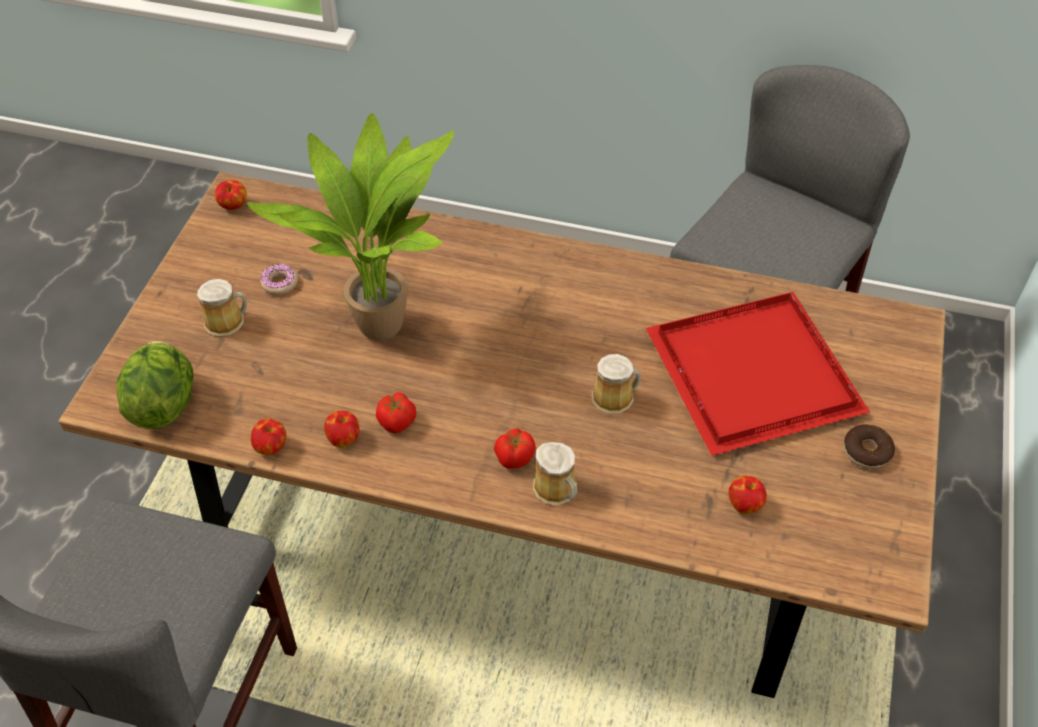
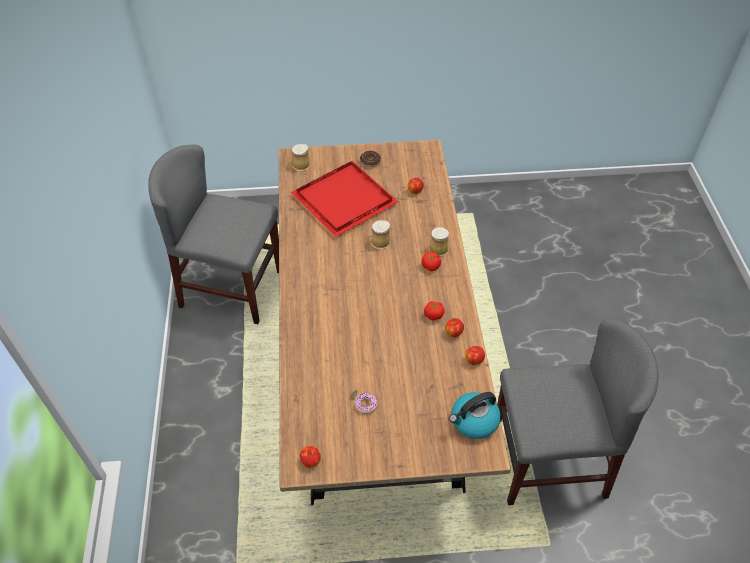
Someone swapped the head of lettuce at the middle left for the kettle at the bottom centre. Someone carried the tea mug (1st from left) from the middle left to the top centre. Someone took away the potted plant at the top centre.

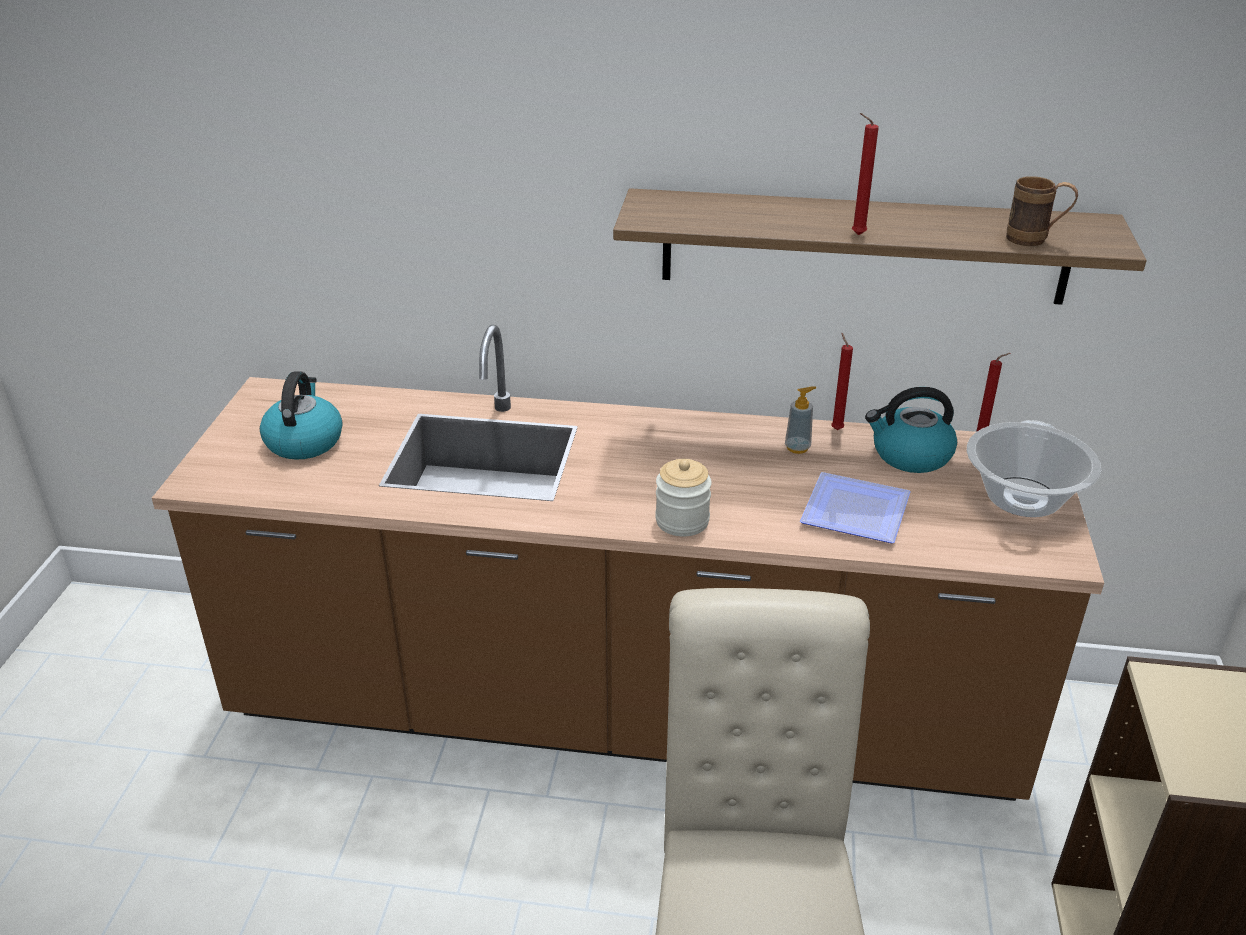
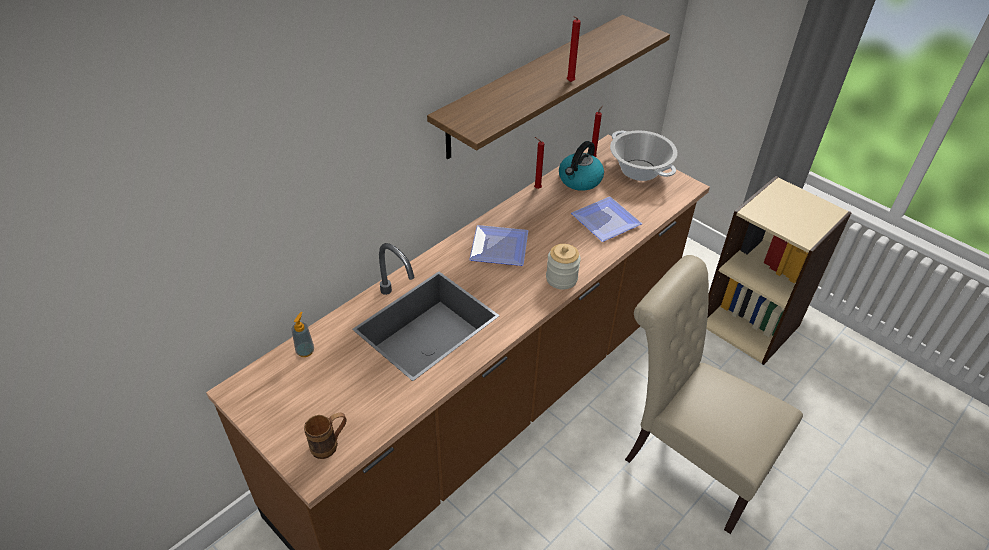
Someone took away the kettle (1st from left) at the middle left. Someone carried the liquid soap bottle from the centre to the middle left. Someone carried the brownish tea mug from the top right to the bottom left. Someone put down the flat dish (1st from left) at the centre.

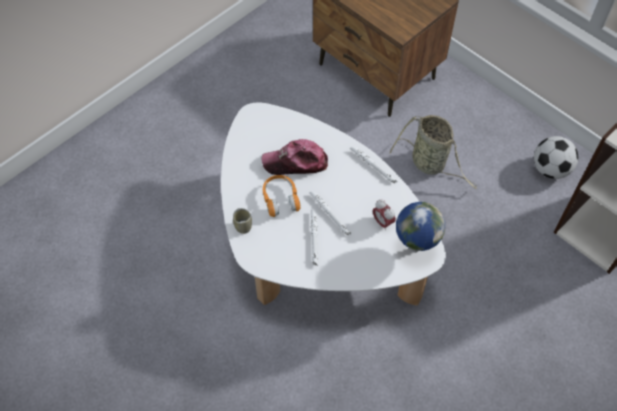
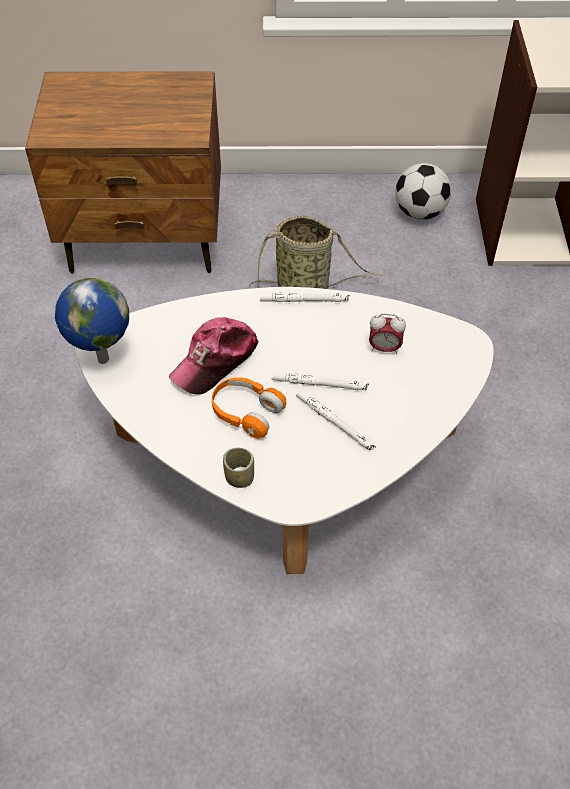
Someone carried the world globe from the middle right to the middle left.

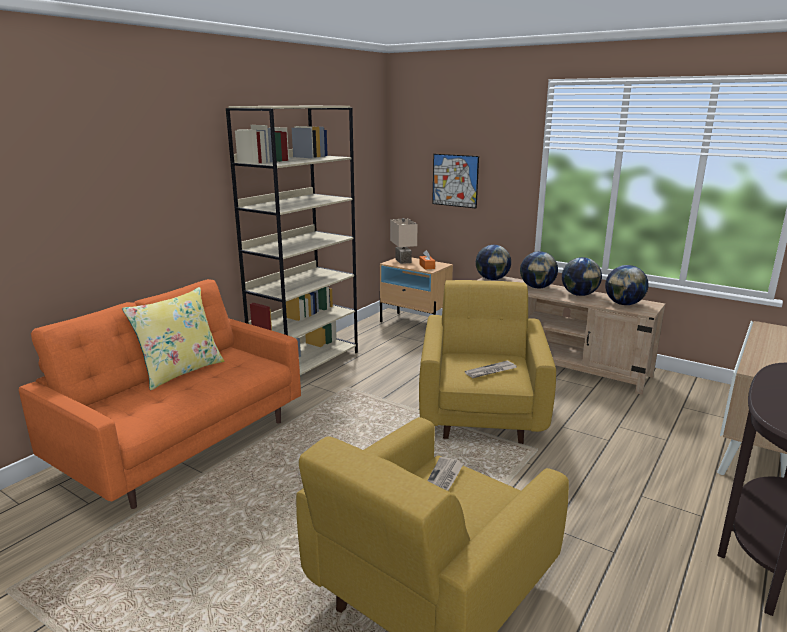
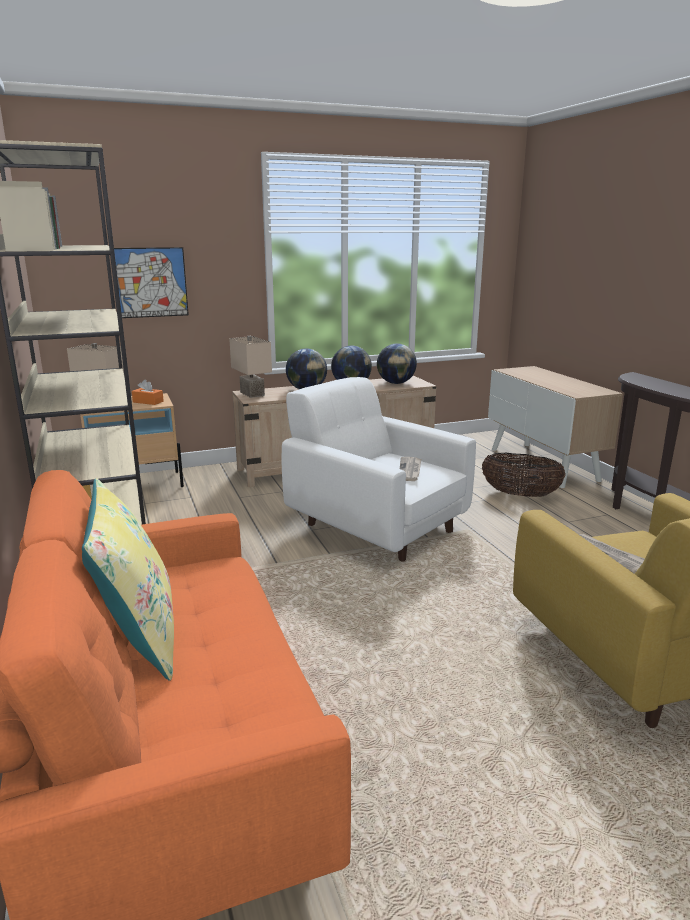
Someone repainted the yellow lounge chair (2nd from left) at the centre, which became the white lounge chair at the centre. Someone swapped the world globe (1st from left) at the centre for the beige-coloured lamp for a table (2nd from left) at the centre. Someone put down the household basket at the middle right.

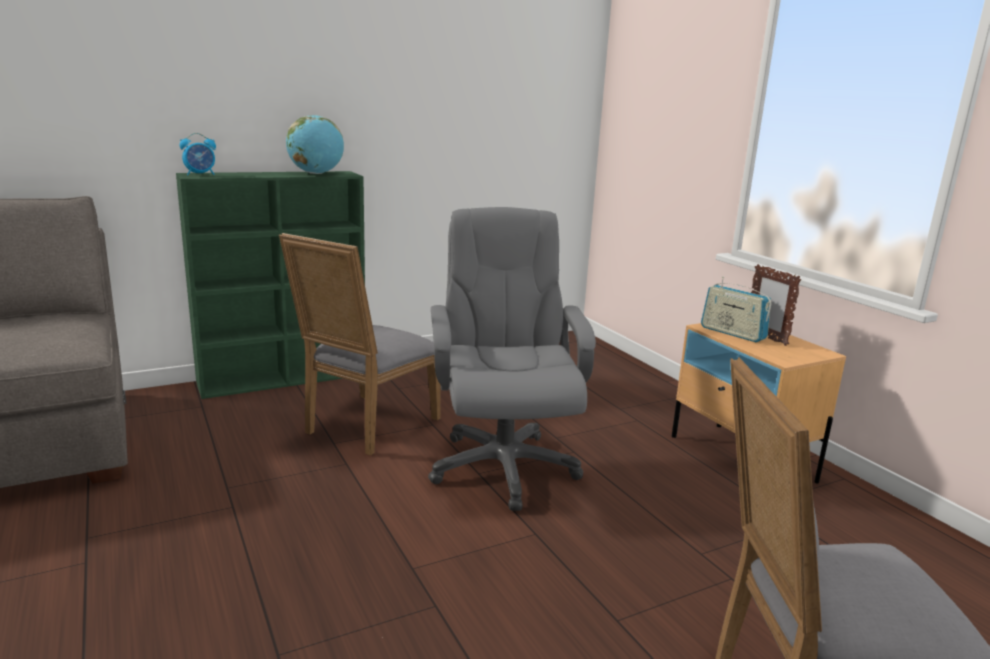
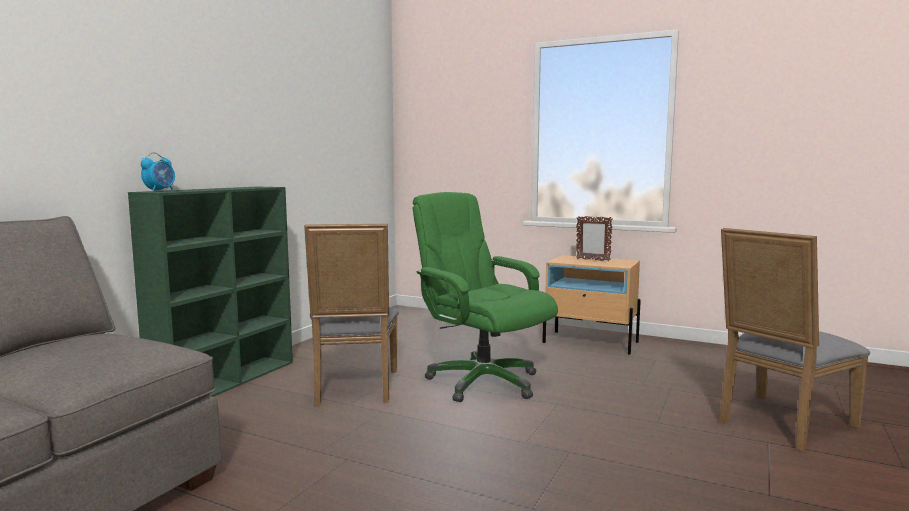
Someone took away the world globe at the top left. Someone repainted the greyish desk chair at the centre, which became the green desk chair at the centre. Someone took away the radio receiver at the middle right.

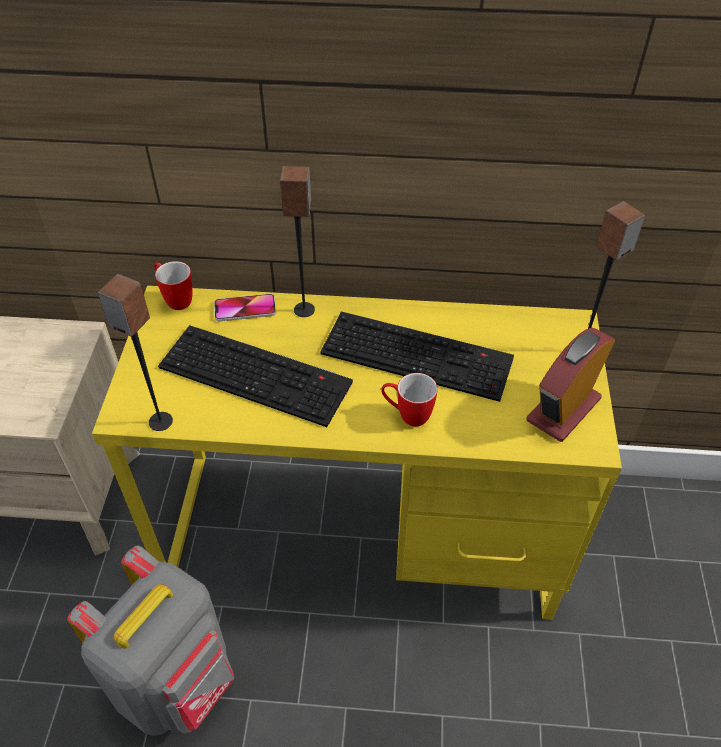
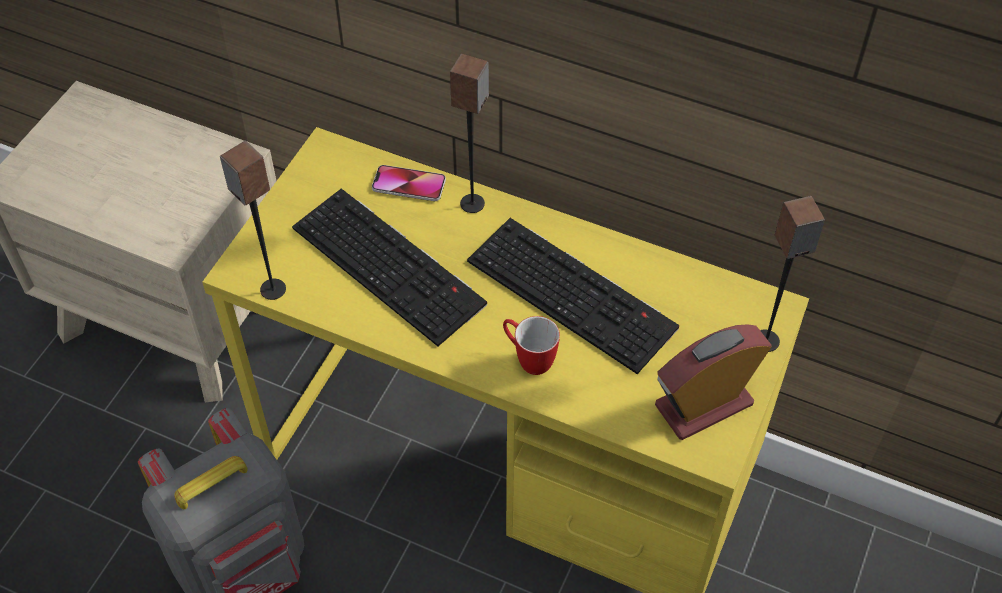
Someone took away the tea mug (1st from left) at the middle left.

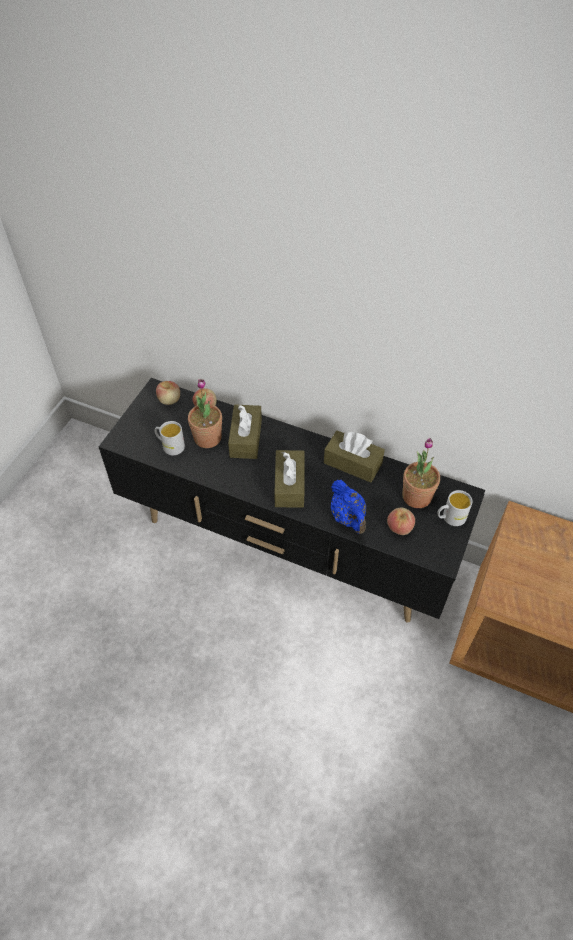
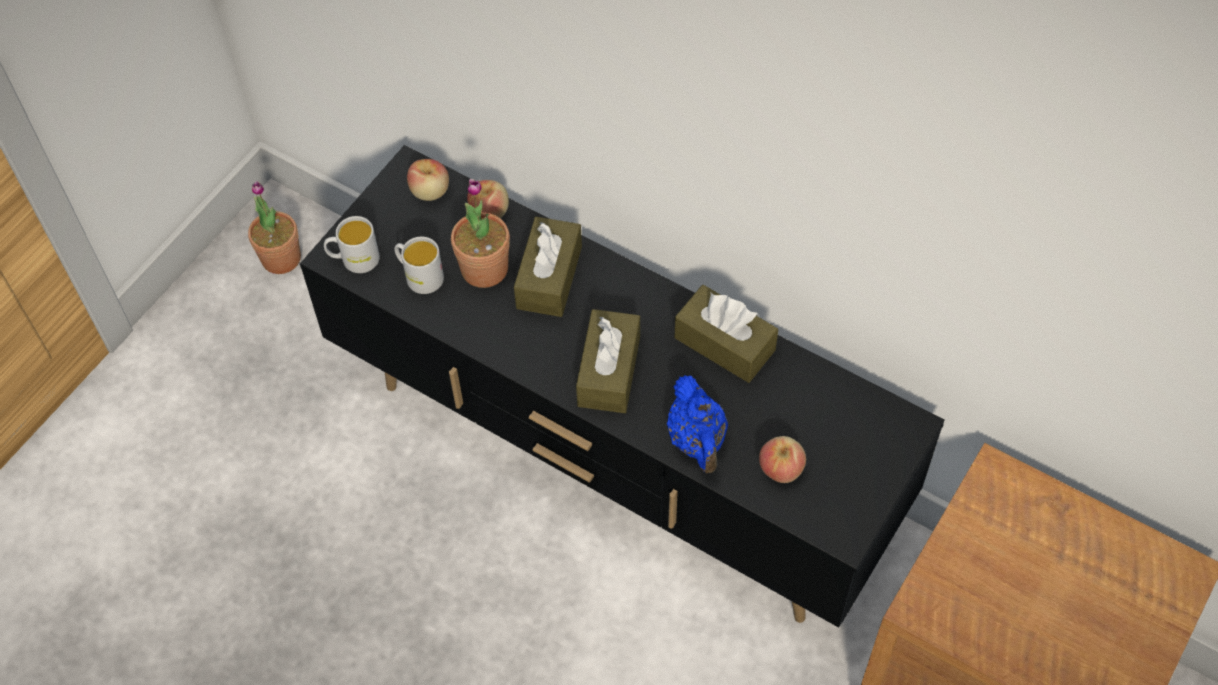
Someone carried the potted plant (2nd from left in the first image) from the middle right to the top left. Someone carried the white tea mug (2nd from left in the first image) from the middle right to the middle left.

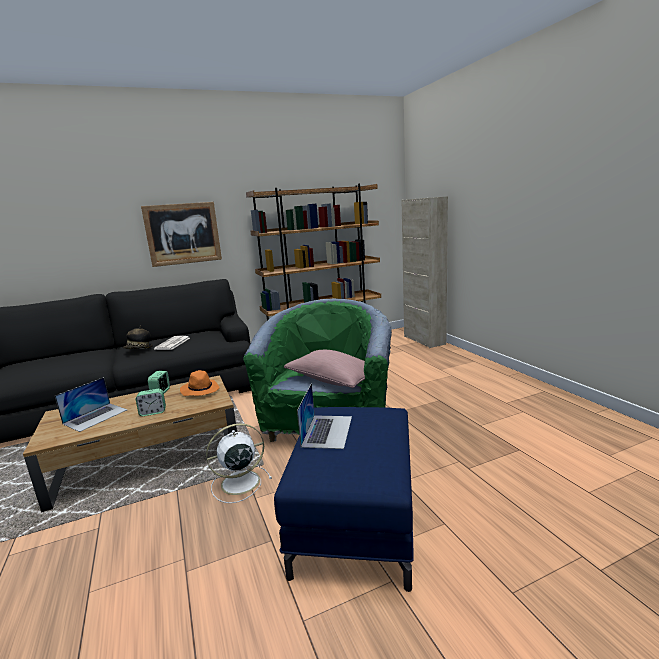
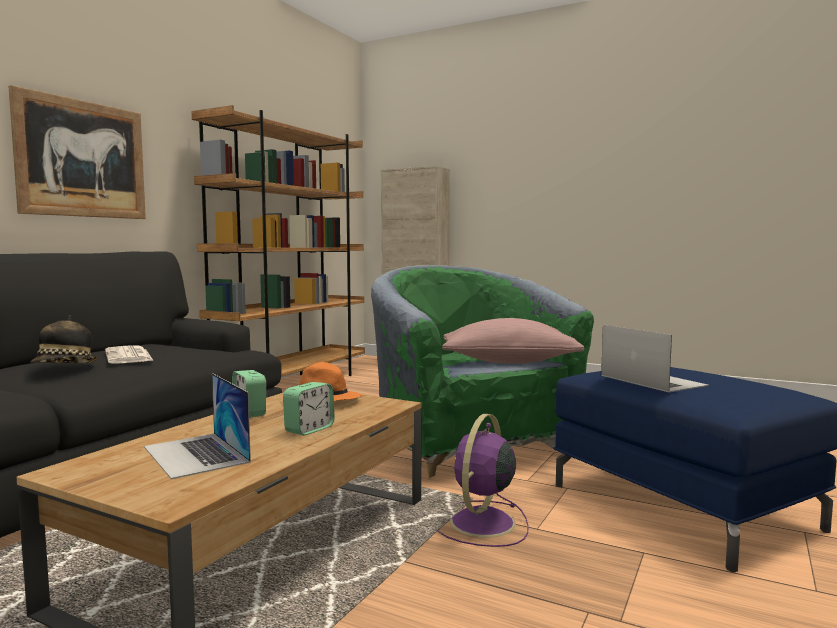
Someone rotated the portable computer (1st from left) at the middle left by 150 degrees clockwise. Someone repainted the white cooling fan at the bottom centre, which became the purplish cooling fan at the bottom centre.

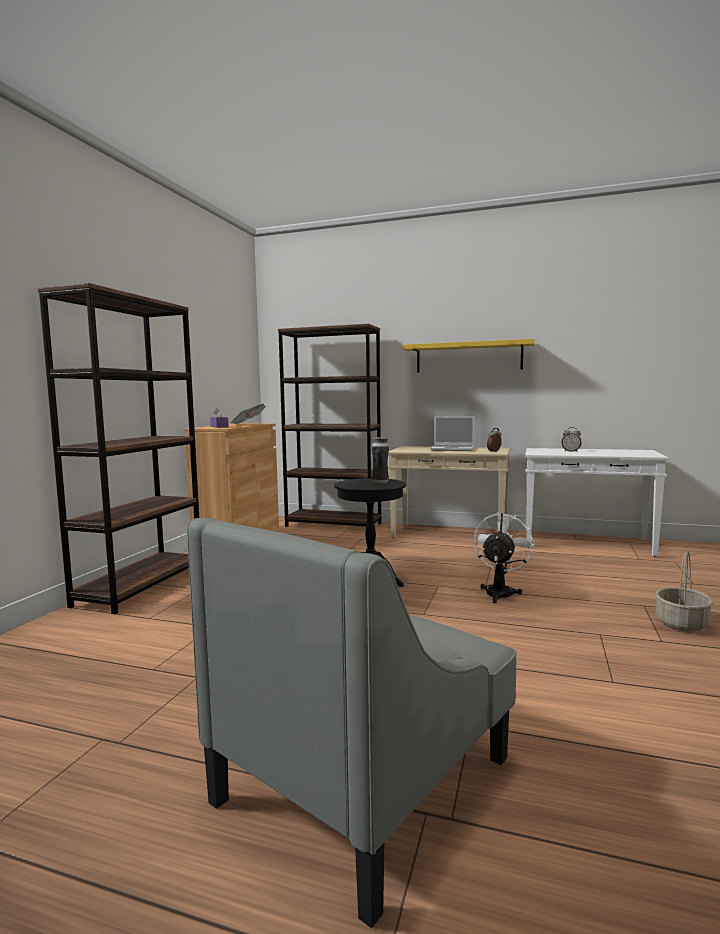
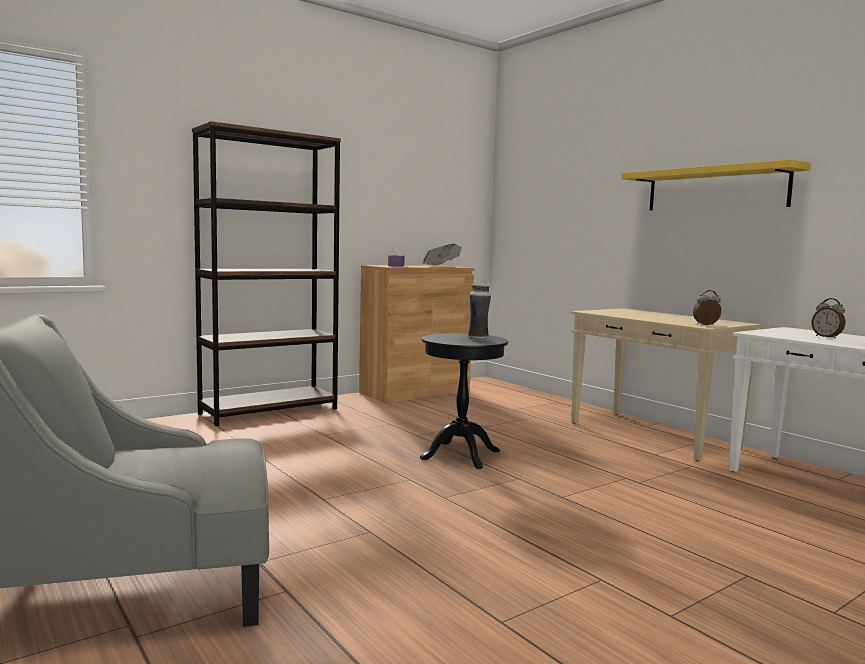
Someone took away the brownish bookcase (2nd from left) at the centre. Someone took away the portable computer at the centre. Someone took away the white cooling fan at the middle right. Someone took away the household basket at the middle right.

